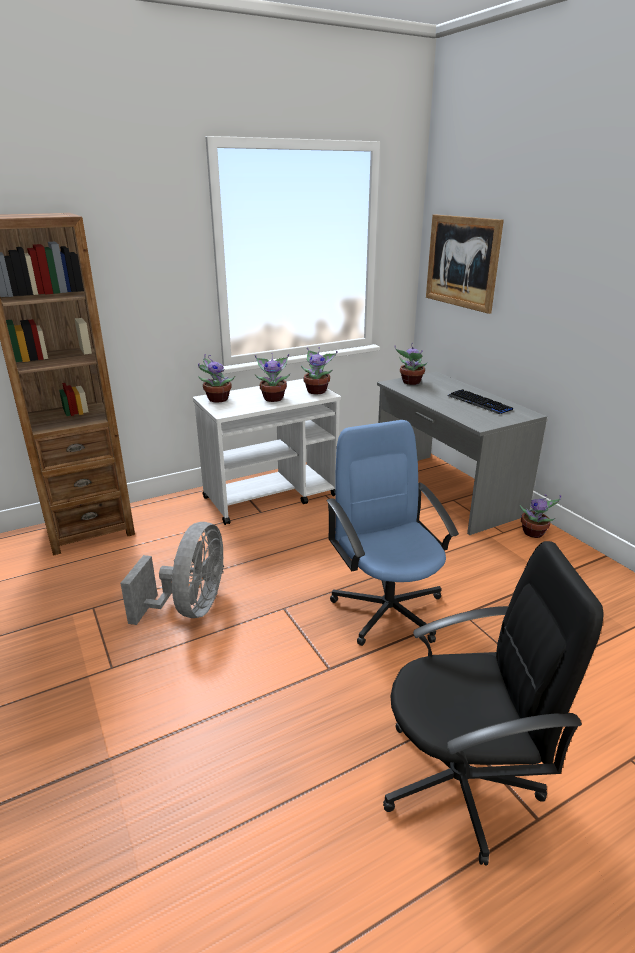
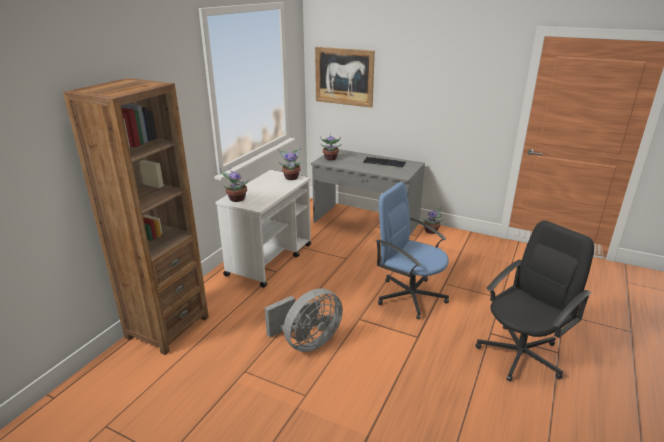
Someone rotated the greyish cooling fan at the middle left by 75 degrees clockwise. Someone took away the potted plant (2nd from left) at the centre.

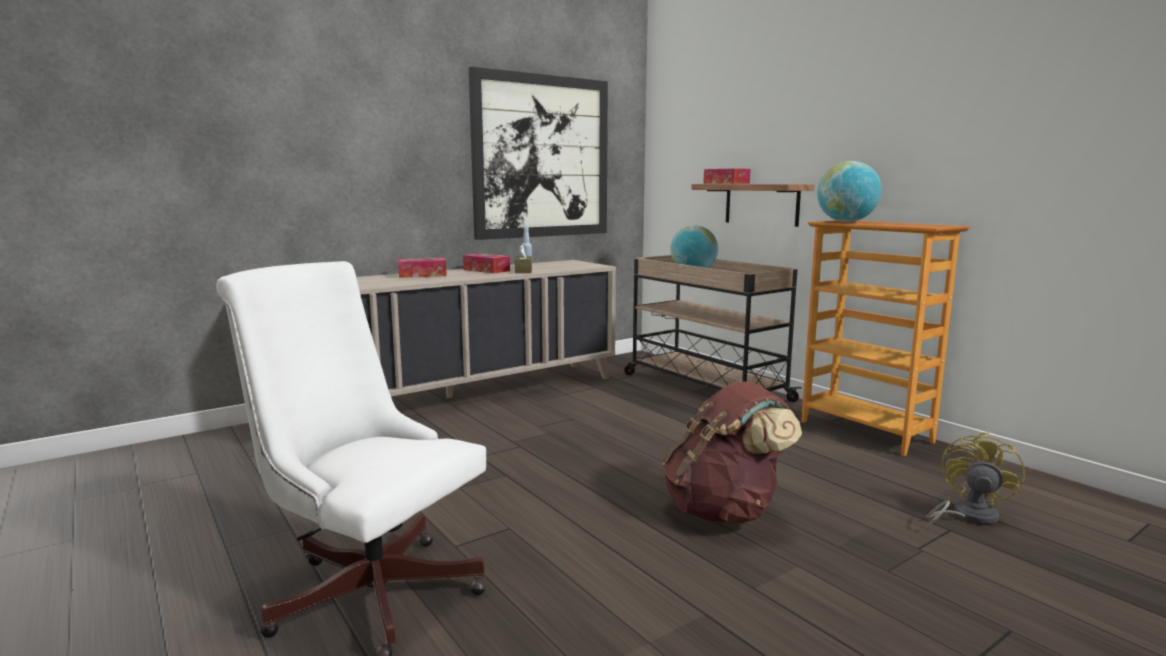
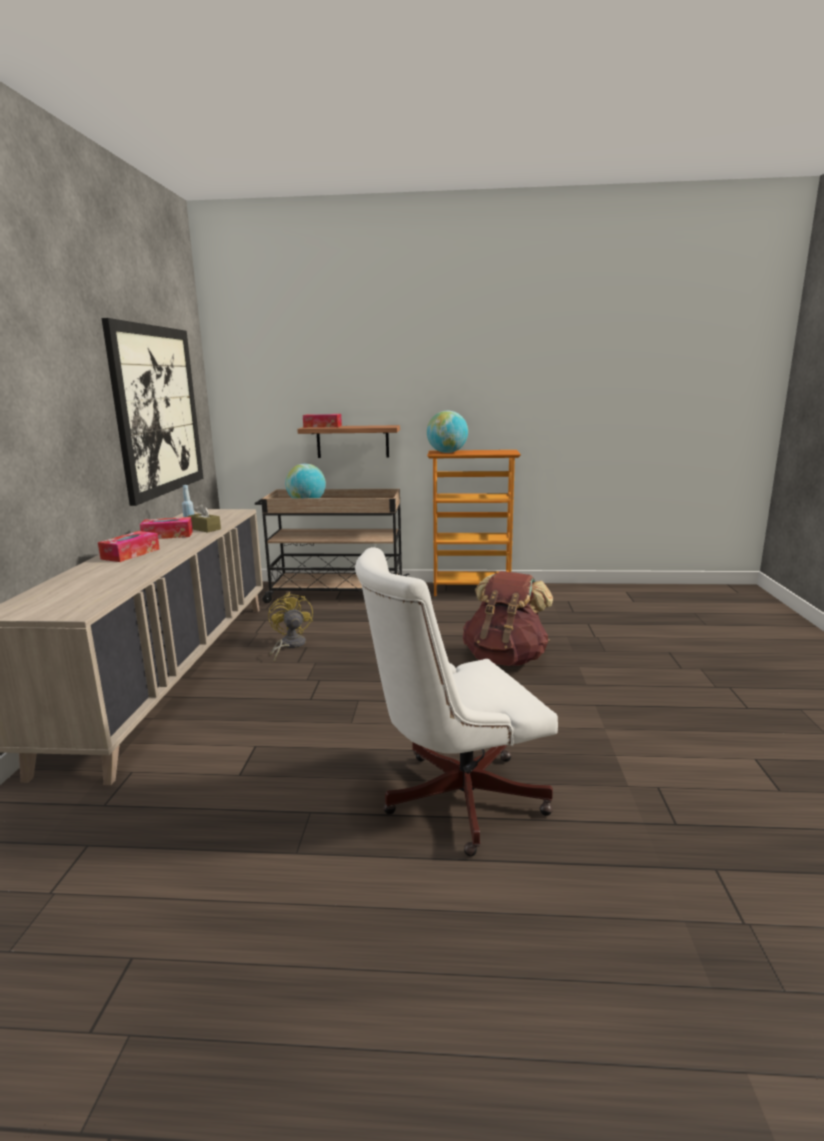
Someone carried the yellow cooling fan from the bottom right to the centre.

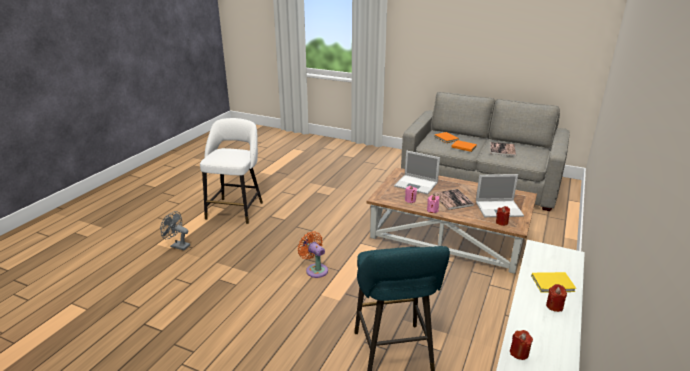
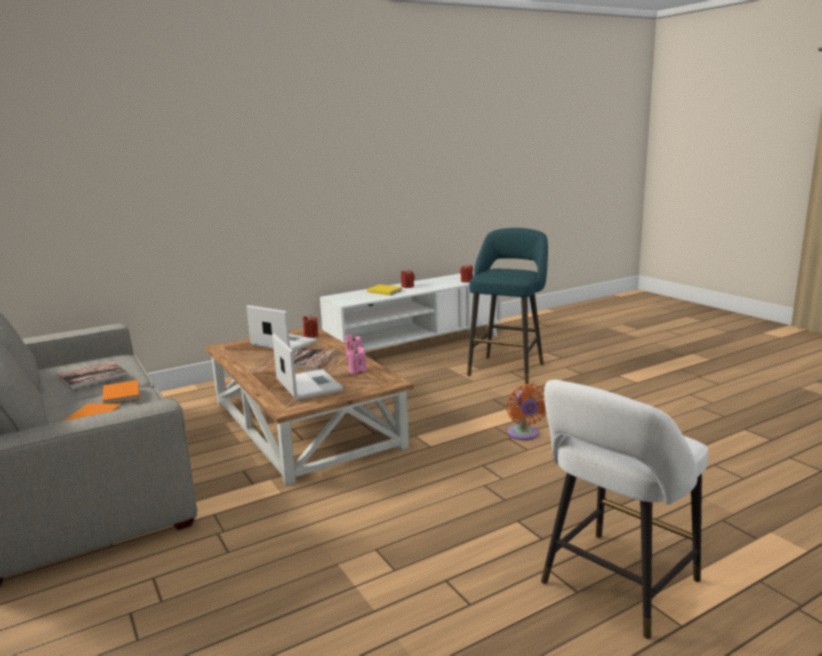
Someone took away the greyish cooling fan at the middle left.

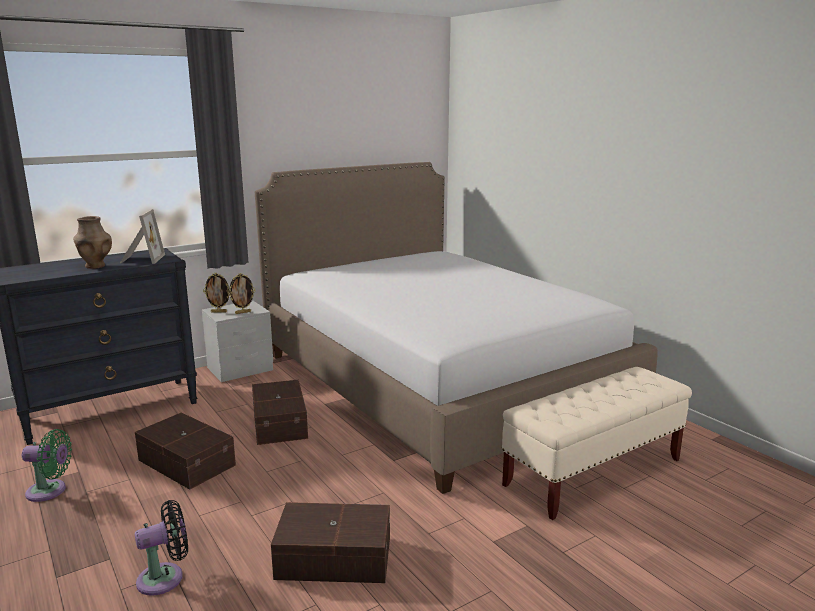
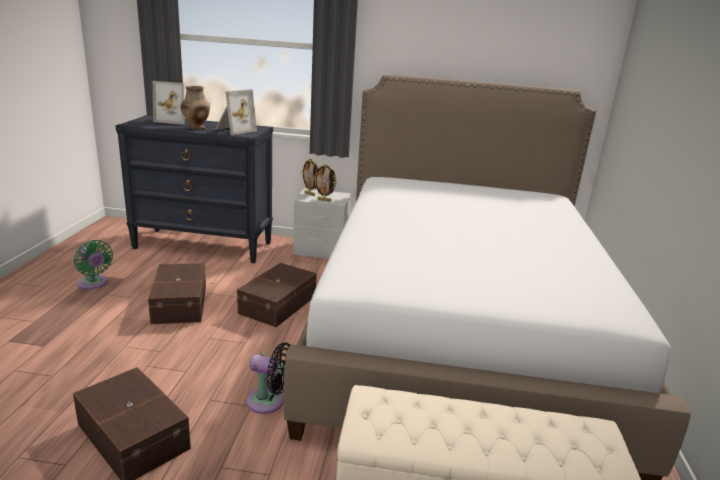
Someone carried the black-coloured cooling fan from the bottom left to the bottom centre. Someone put down the picture frame (1st from left) at the top left.

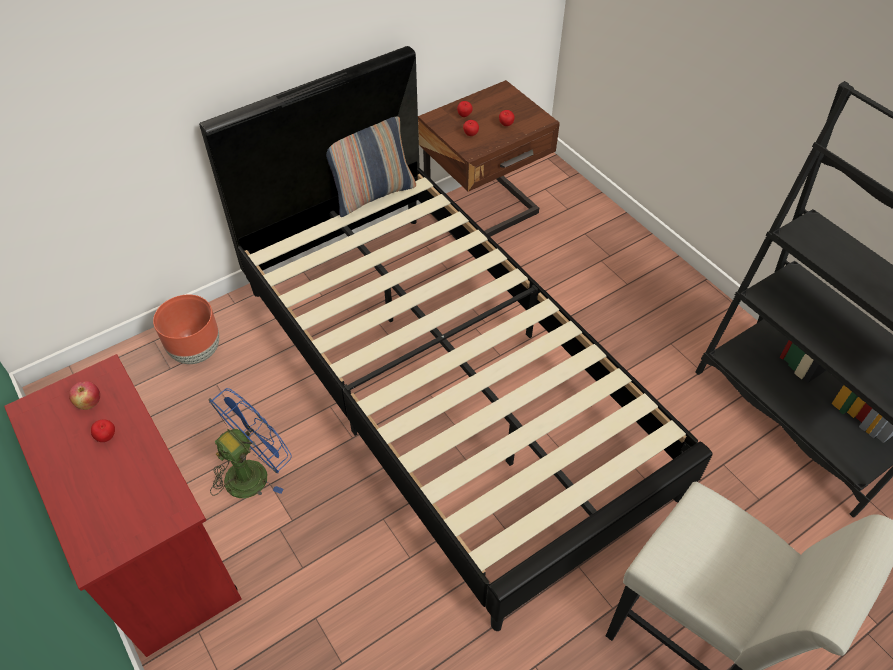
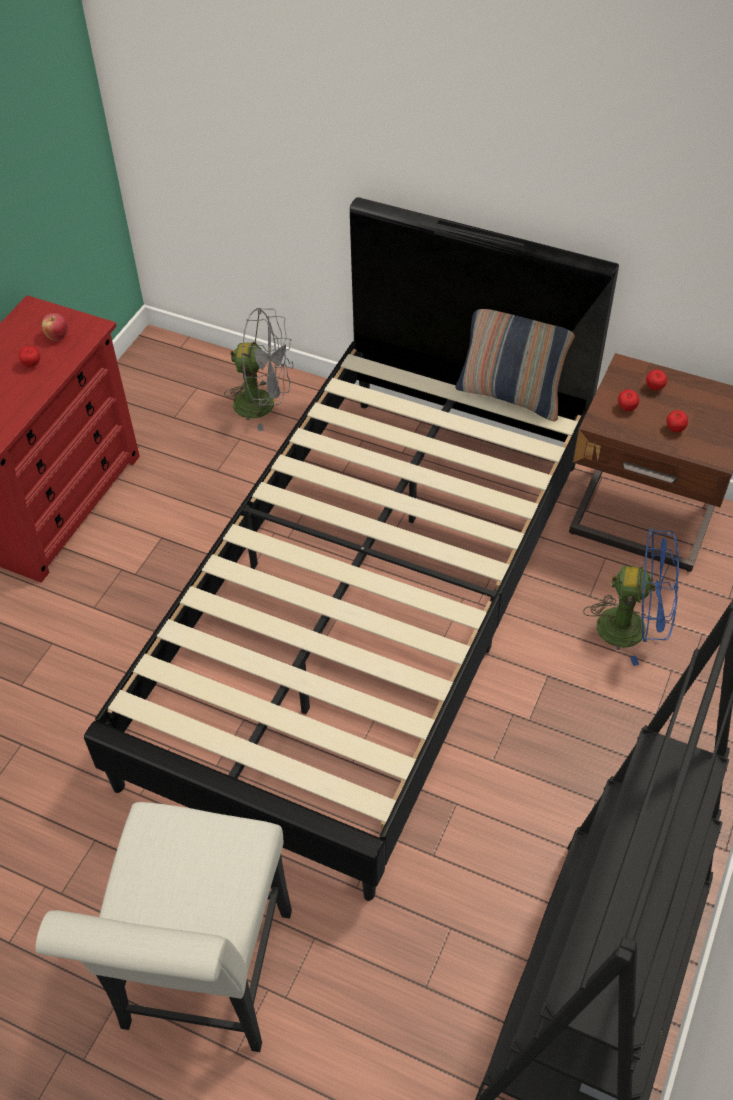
Someone swapped the brownish flower pot at the middle left for the greyish cooling fan at the centre. Someone carried the blue cooling fan from the middle left to the middle right.

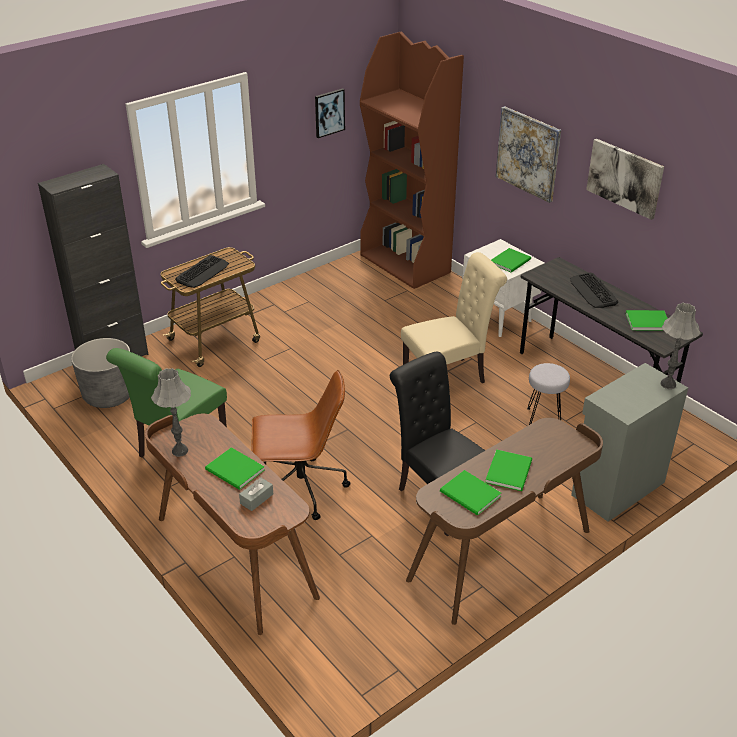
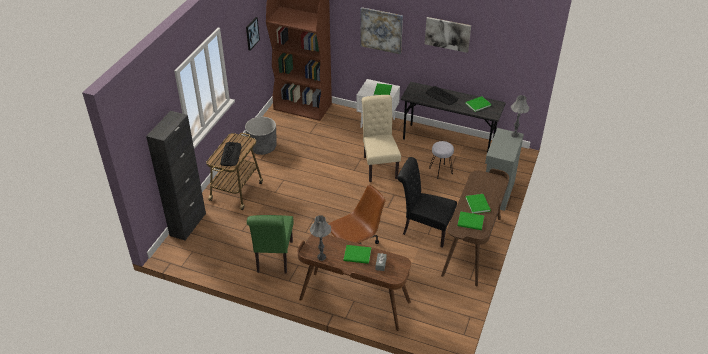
Someone carried the greyish flower pot from the middle left to the centre. Someone rotated the beige-coloured chair at the centre by 45 degrees counterclockwise.

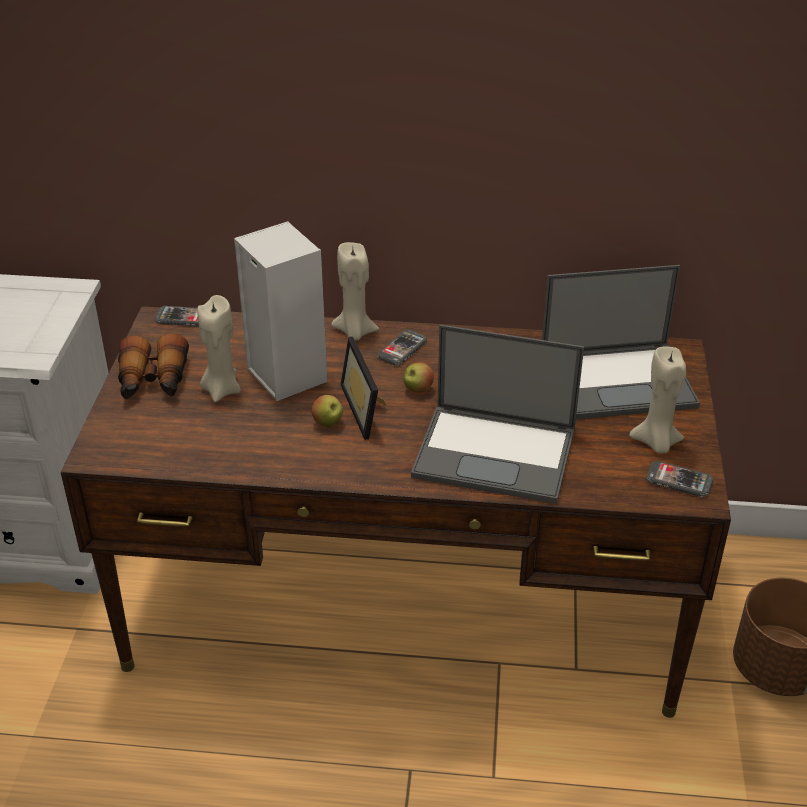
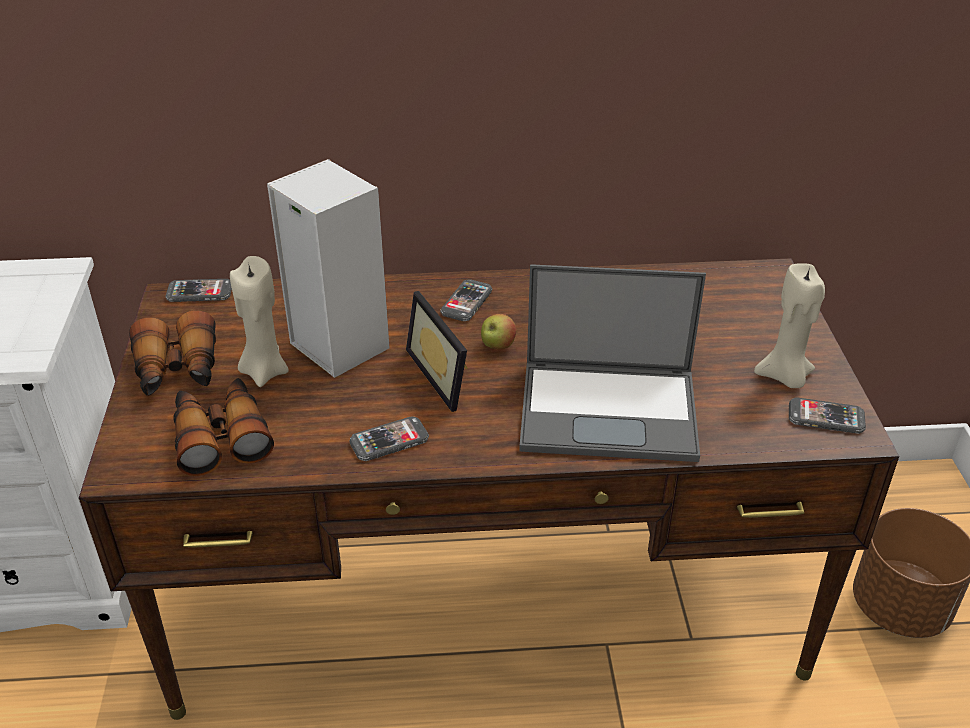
Someone took away the apple fruit (1st from left) at the centre. Someone took away the beige-coloured candle (2nd from left) at the centre. Someone took away the portable computer (2nd from left) at the middle right. Someone put down the field glasses (2nd from left) at the middle left. Someone put down the phone (2nd from left) at the centre.

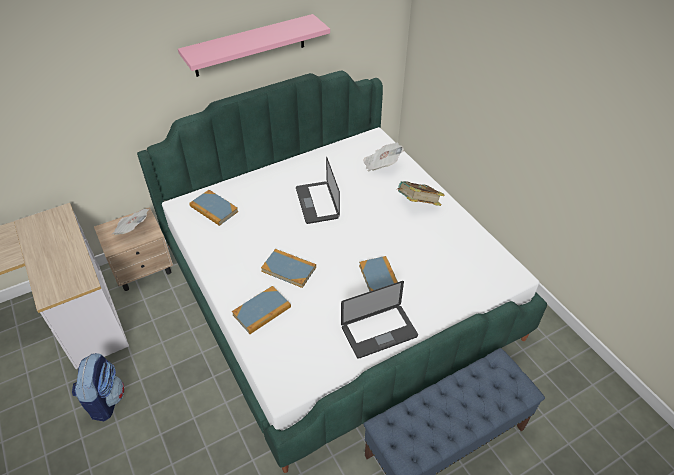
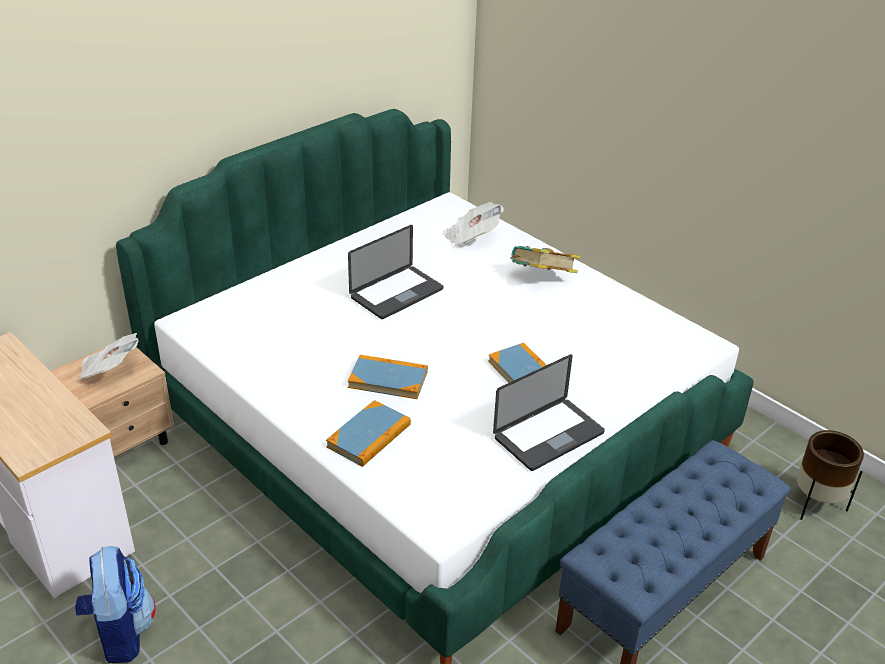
Someone took away the pink shelf at the top centre. Someone took away the book (1st from left) at the middle left. Someone rotated the portable computer (1st from left) at the centre by 105 degrees counterclockwise. Someone put down the brownish flower pot at the bottom right.

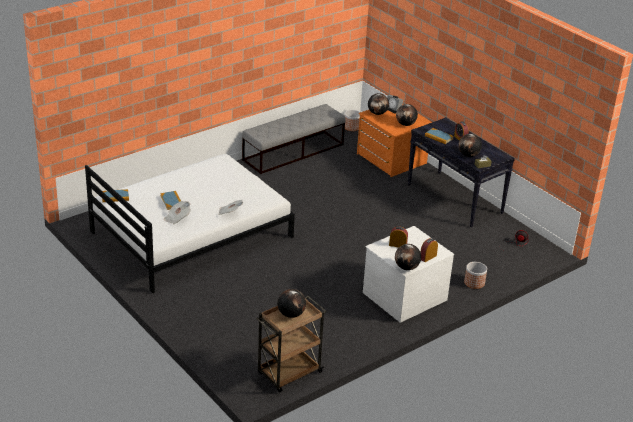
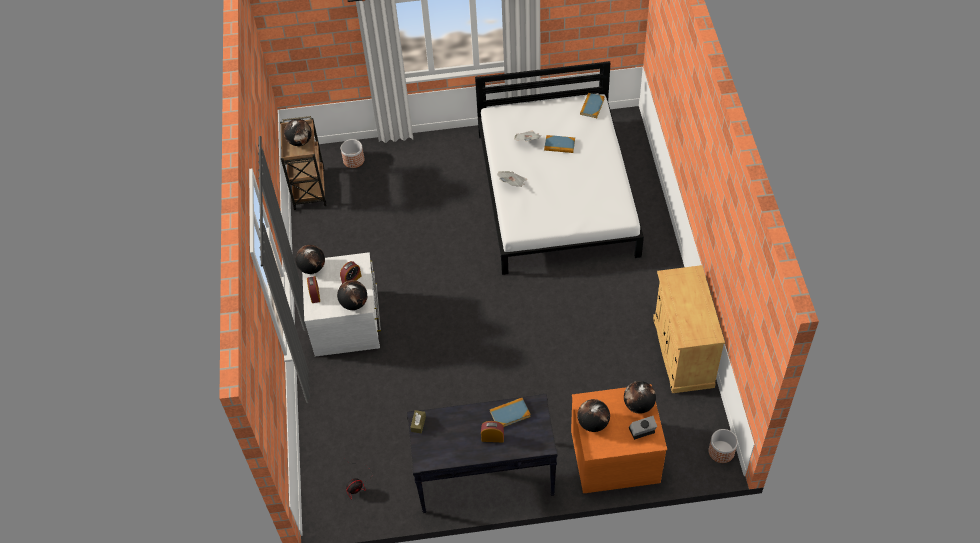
Someone swapped the greyish bench at the top centre for the beige-coloured storage cabinet at the middle right. Someone carried the world globe (5th from left in the first image) from the middle right to the centre. Someone carried the flower pot (2nd from left in the first image) from the middle right to the top centre.

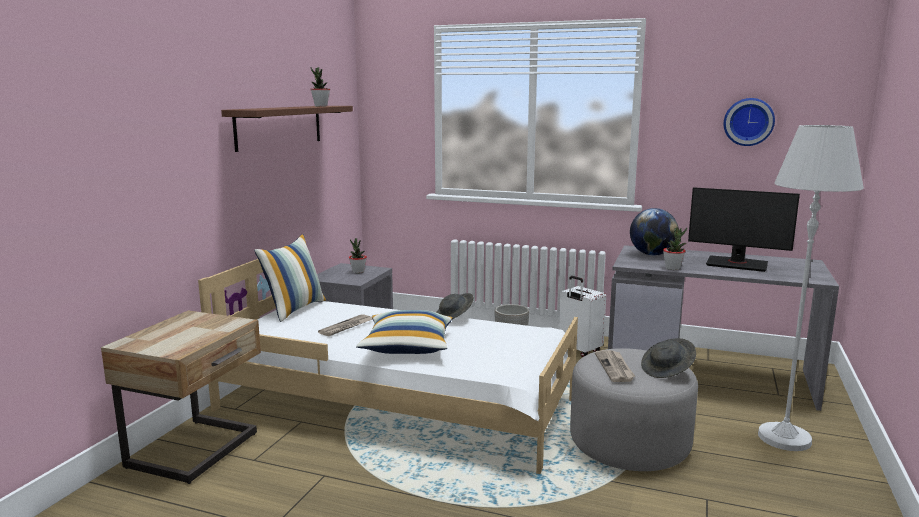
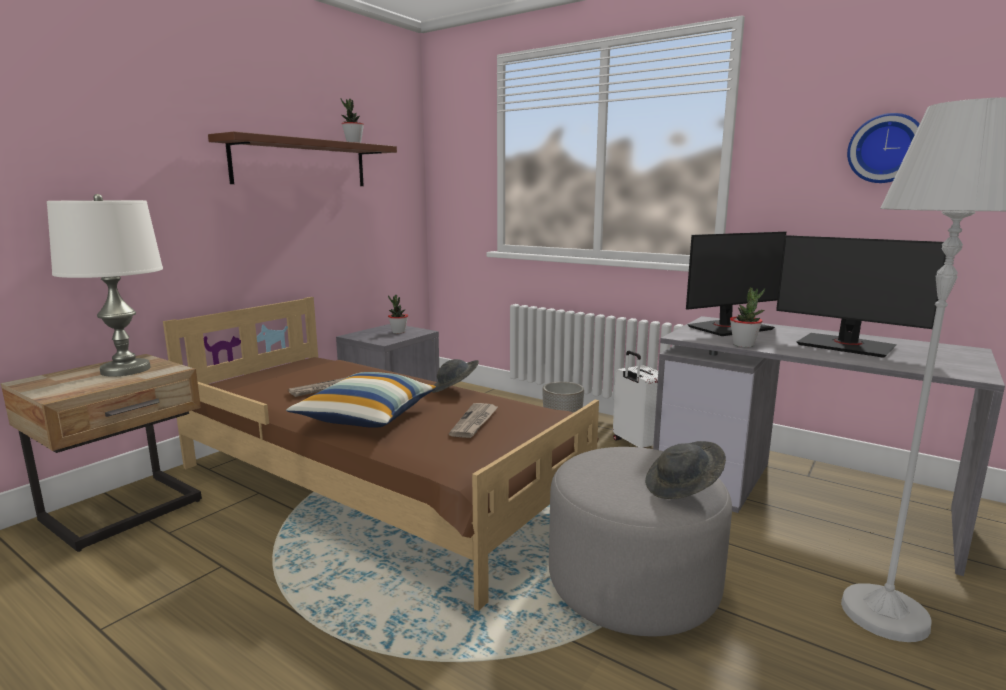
Someone repainted the white bedroom bed at the bottom centre, which became the brownish bedroom bed at the centre. Someone took away the cushion (1st from left) at the middle left. Someone carried the printed paper (2nd from left) from the bottom right to the centre. Someone swapped the world globe at the middle right for the monitor (1st from left) at the middle right. Someone put down the white lamp for a table at the middle left.

